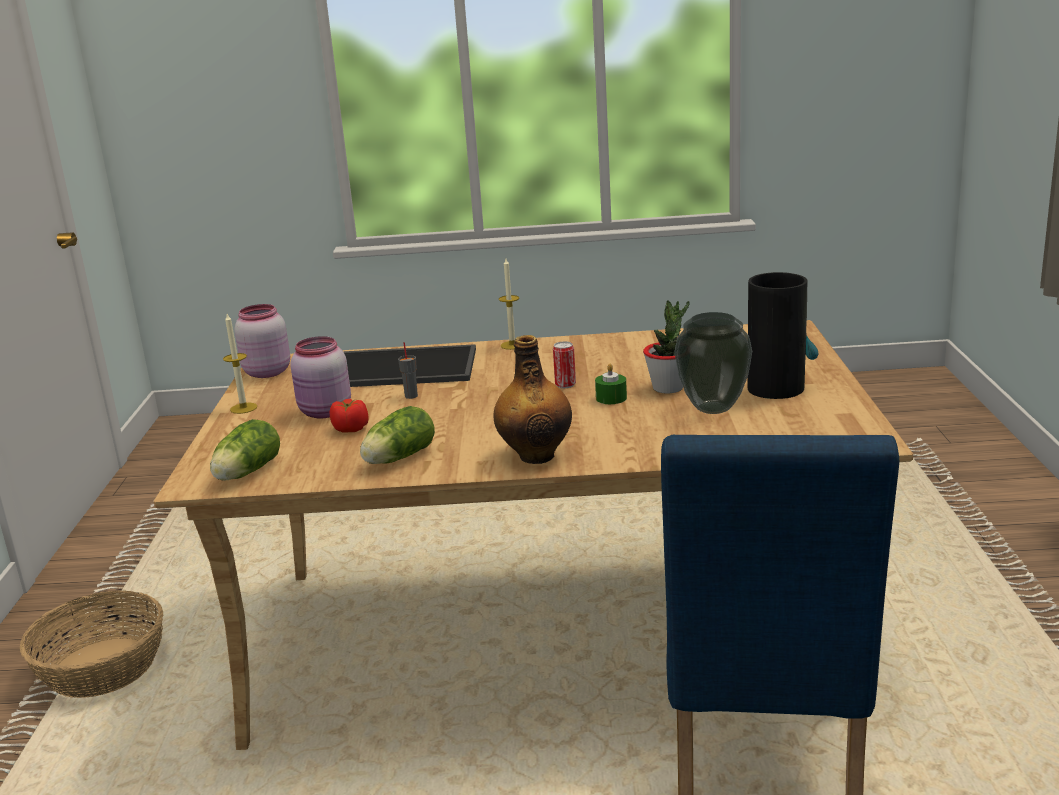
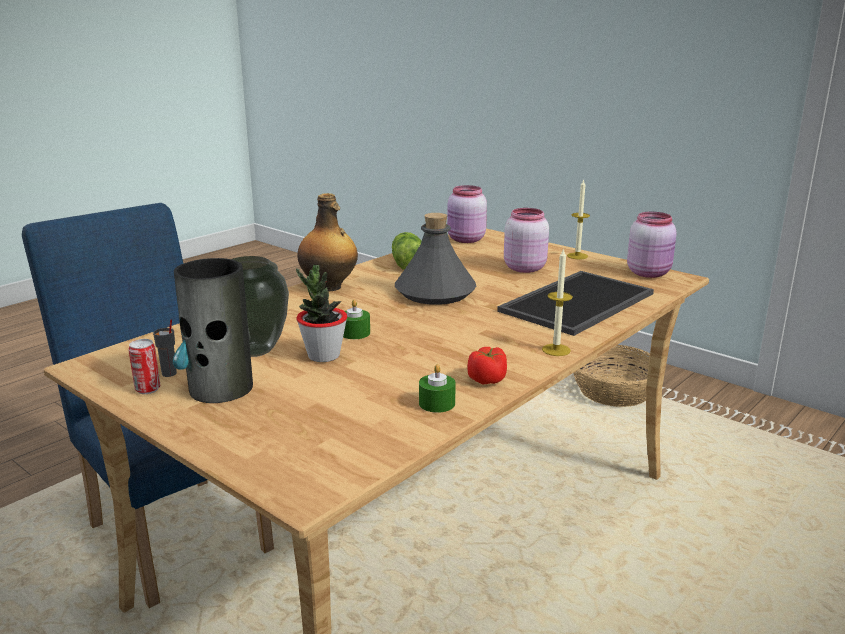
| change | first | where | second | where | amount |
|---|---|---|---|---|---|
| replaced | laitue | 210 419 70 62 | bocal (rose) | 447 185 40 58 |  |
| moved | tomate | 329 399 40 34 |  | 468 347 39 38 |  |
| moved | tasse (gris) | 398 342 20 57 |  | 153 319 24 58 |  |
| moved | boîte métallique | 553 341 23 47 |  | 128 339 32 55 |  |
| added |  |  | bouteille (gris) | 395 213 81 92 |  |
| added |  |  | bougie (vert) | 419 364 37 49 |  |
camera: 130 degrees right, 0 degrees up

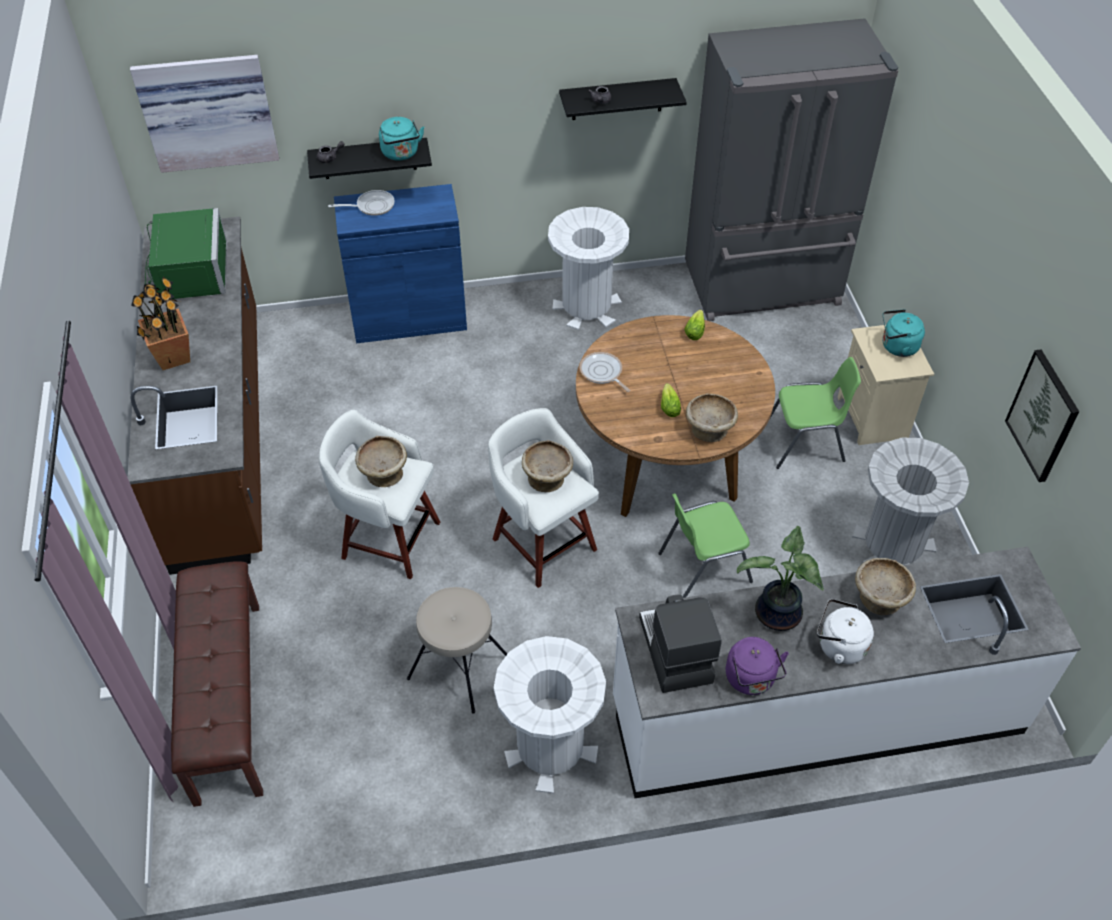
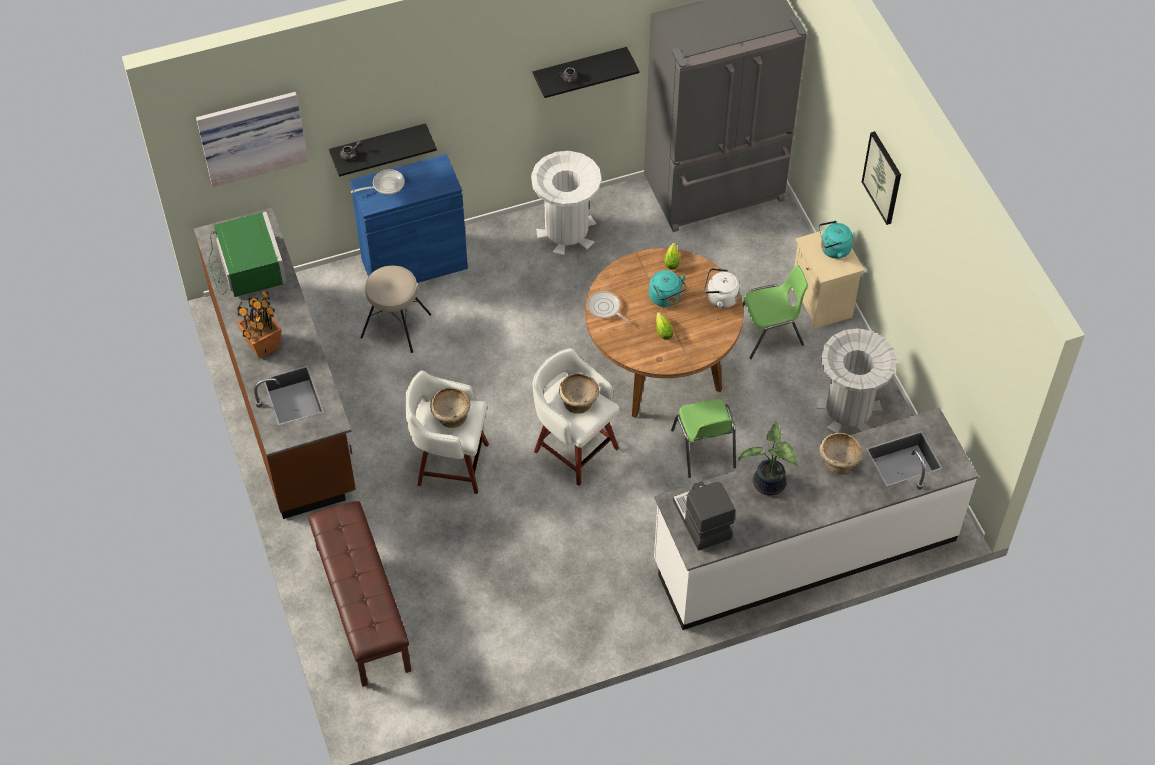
| change | first | where | second | where | amount |
|---|---|---|---|---|---|
| moved | bouilloire (turquoise) | 379 117 45 44 |  | 649 270 38 37 |  |
| moved | tabouret (beige) | 407 587 100 126 |  | 360 266 71 87 |  |
| removed | poubelle (blanc) | 494 636 112 158 |  |  |  |
| turned | chaise (vert) | 658 494 95 104 |  | 671 399 65 79 | 75 degrees counterclockwise |
| removed | bol (beige) | 686 393 52 49 |  |  |  |
| removed | bouilloire (violet) | 726 637 63 58 |  |  |  |
| moved | bouilloire (blanc) | 817 599 57 65 |  | 704 268 36 40 |  |
| moved | tableau | 1005 350 74 132 |  | 862 131 39 94 |  |
camera: 10 degrees left, 5 degrees up

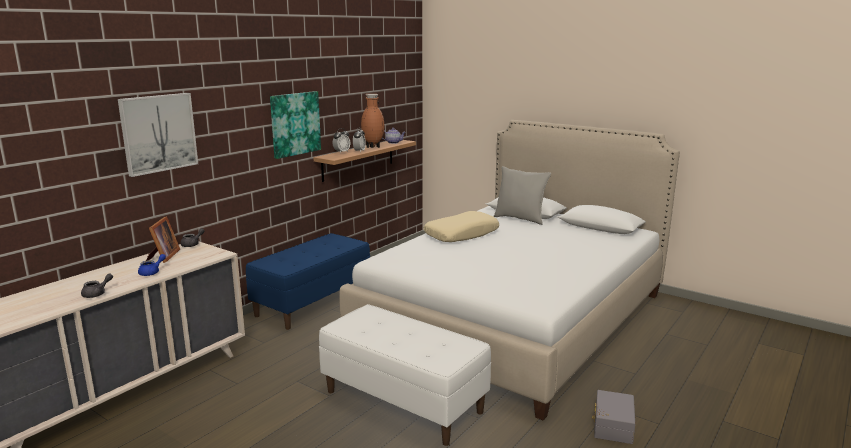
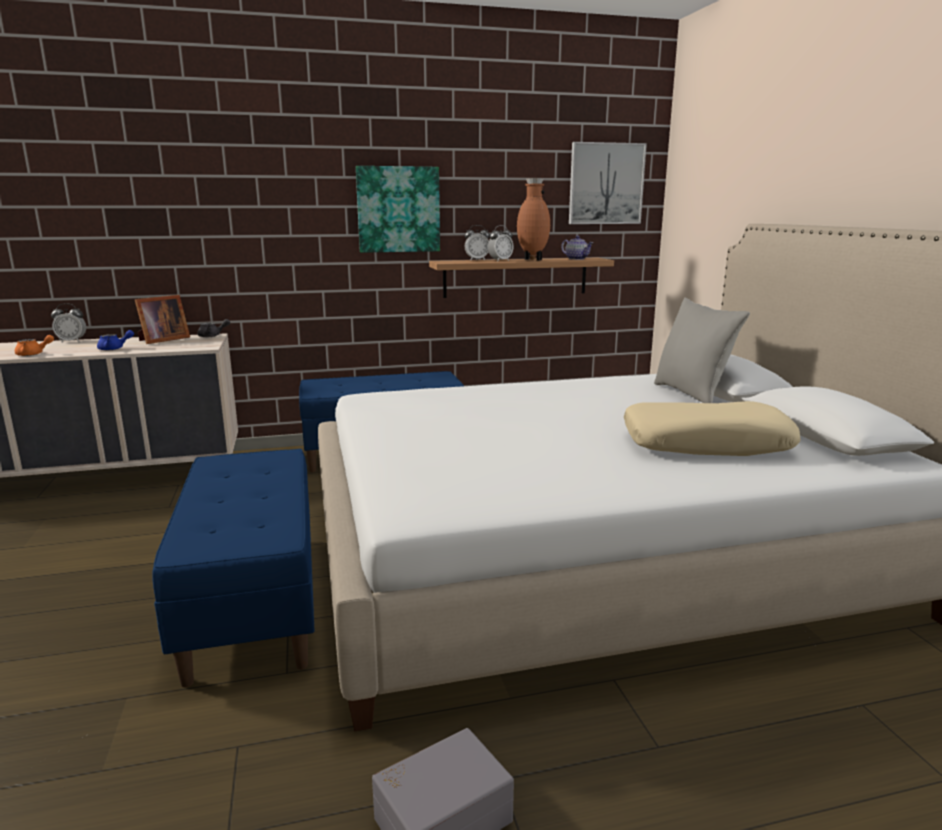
| change | first | where | second | where | amount |
|---|---|---|---|---|---|
| recoloured | théière (gris) | 81 273 32 25 | théière (orange) | 15 335 39 21 |  |
| moved | tableau | 118 93 80 84 |  | 569 142 78 82 |  |
| recoloured | banc (blanc) | 319 304 172 142 | banc (bleu) | 152 449 163 238 |  |
| moved | coussin (beige) | 424 211 75 31 |  | 624 401 177 55 |  |
| added |  |  | réveil | 51 303 35 40 |  |
camera: 40 degrees right, 0 degrees up

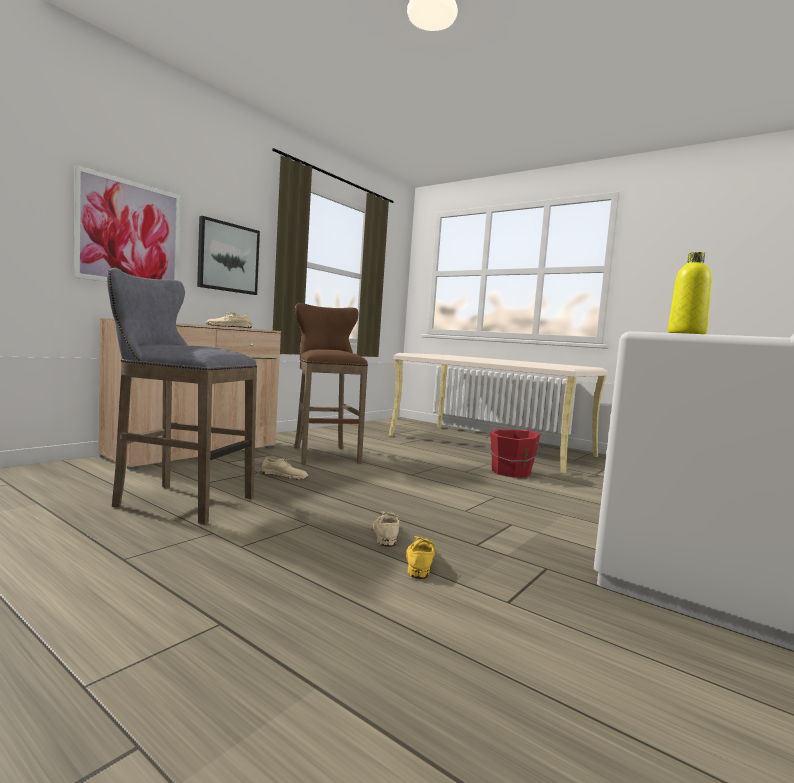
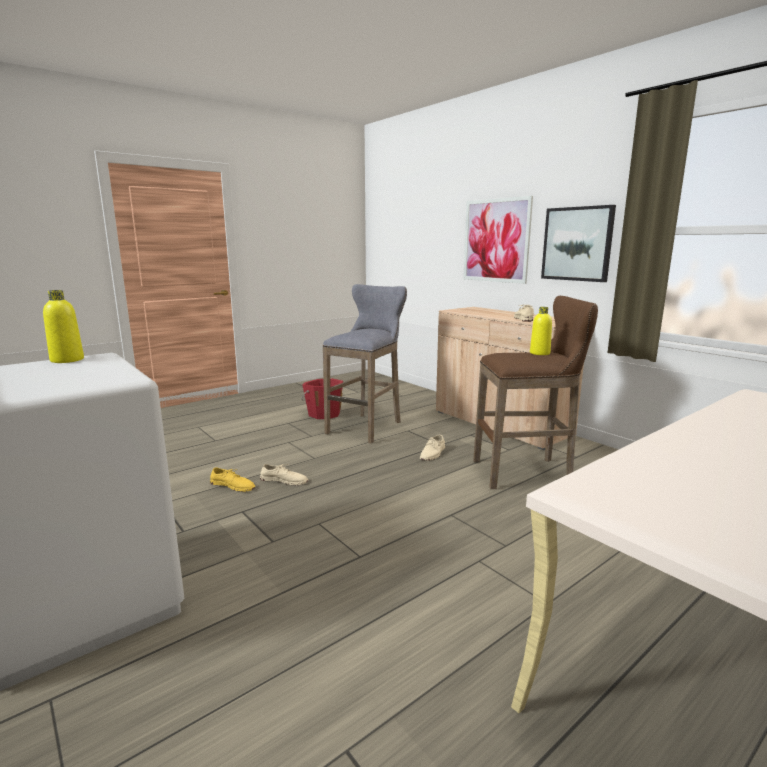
| change | first | where | second | where | amount |
|---|---|---|---|---|---|
| moved | seau (rouge) | 485 429 58 49 |  | 302 378 41 41 |  |
| added |  |  | bouteille (jaune) | 530 307 22 48 |  |
camera: 105 degrees right, 10 degrees up

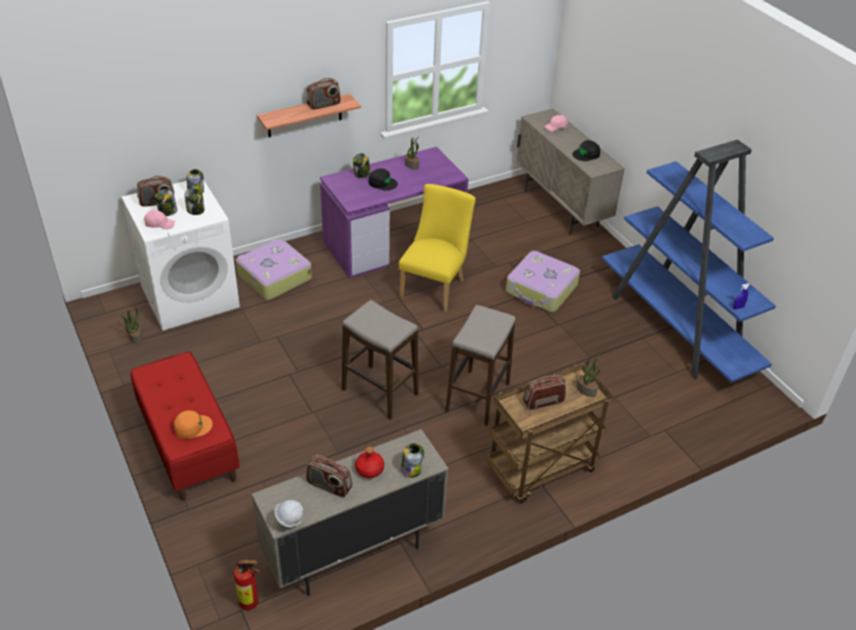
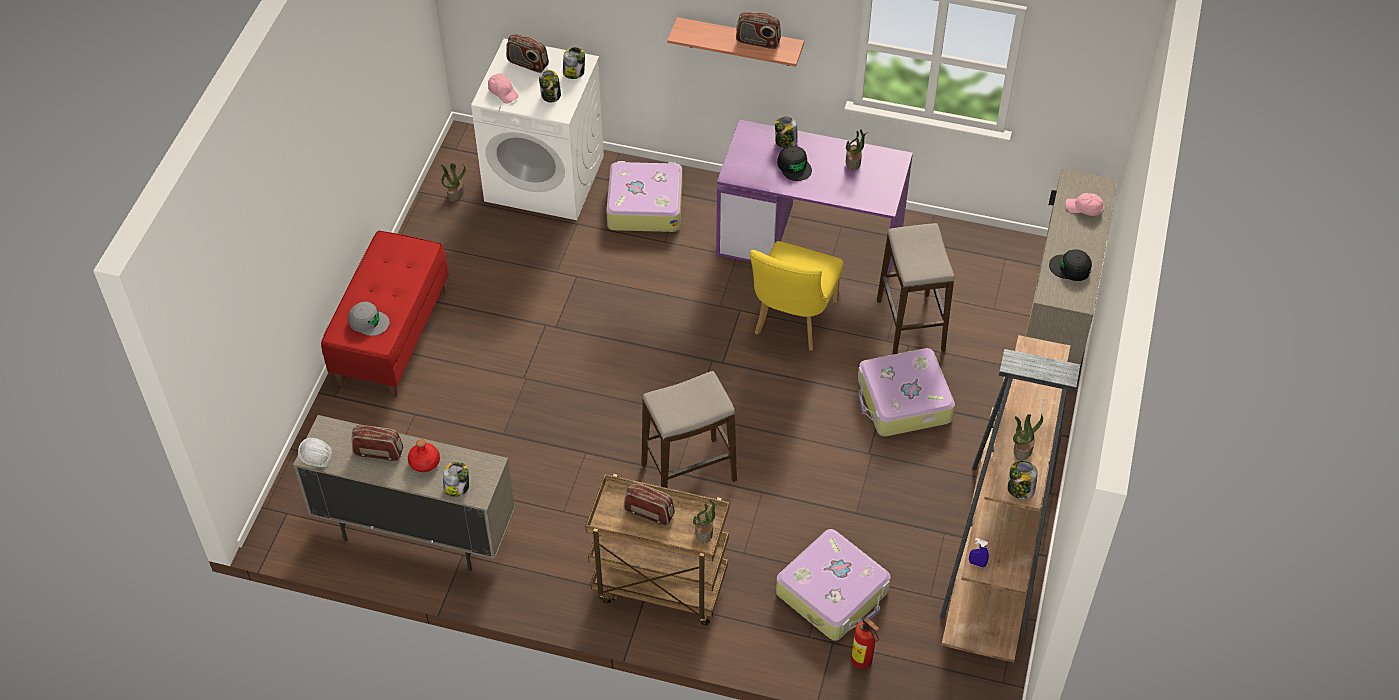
| change | first | where | second | where | amount |
|---|---|---|---|---|---|
| moved | bocal | 155 189 22 27 |  | 1007 461 31 38 |  |
| recoloured | casquette (orange) | 174 411 39 28 | casquette (gris) | 348 302 42 34 |  |
| moved | extincteur | 234 557 27 53 |  | 851 617 29 52 |  |
| turned | radio | 306 455 46 42 |  | 351 425 52 36 | 120 degrees clockwise |
| moved | tabouret | 342 300 77 120 |  | 877 223 78 132 |  |
| turned | chaise (jaune) | 399 184 77 128 |  | 750 241 94 110 | 135 degrees clockwise |
| recoloured | bibliothèque (bleu) | 602 139 174 244 | bibliothèque (marron) | 940 335 140 327 |  |
| added |  |  | valise | 776 529 115 112 |  |
| added |  |  | plante en pot | 1013 414 30 47 |  |
camera: 45 degrees right, 10 degrees up

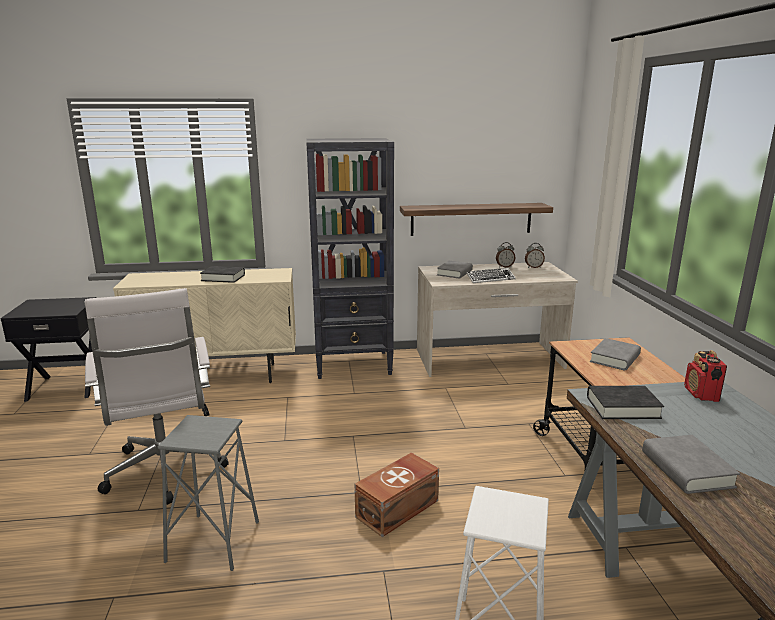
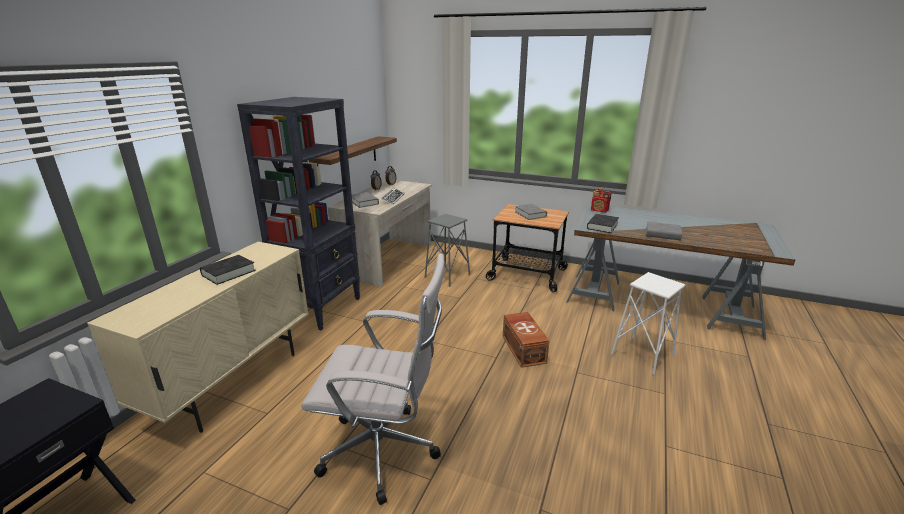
| change | first | where | second | where | amount |
|---|---|---|---|---|---|
| moved | tabouret (gris) | 158 415 101 156 |  | 425 214 45 73 |  |
camera: 60 degrees left, 5 degrees up

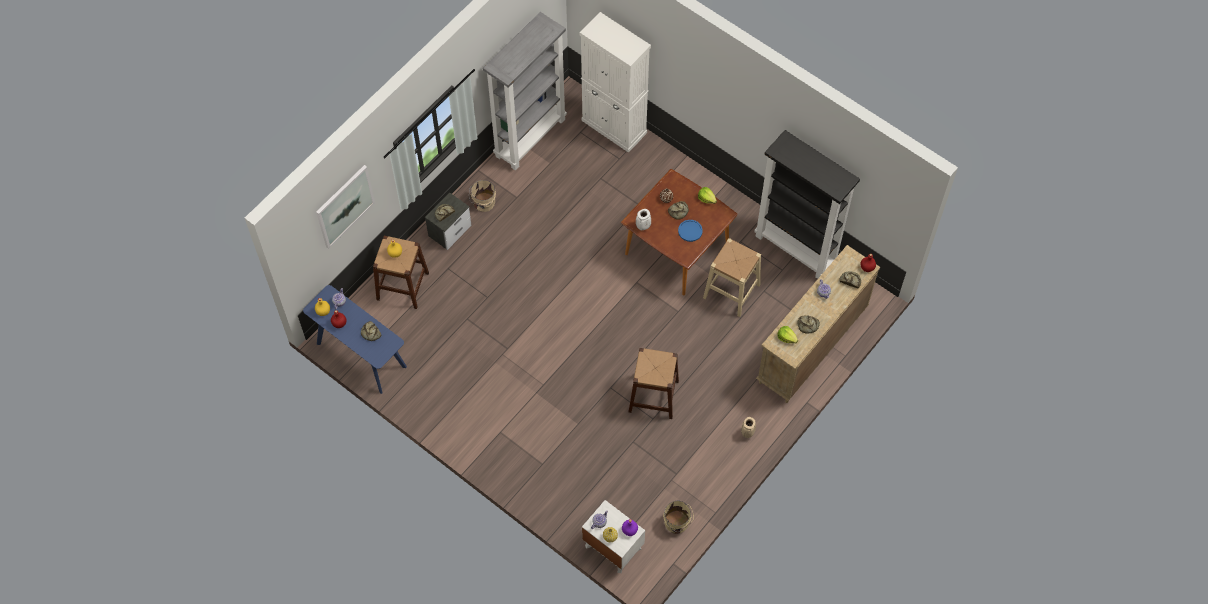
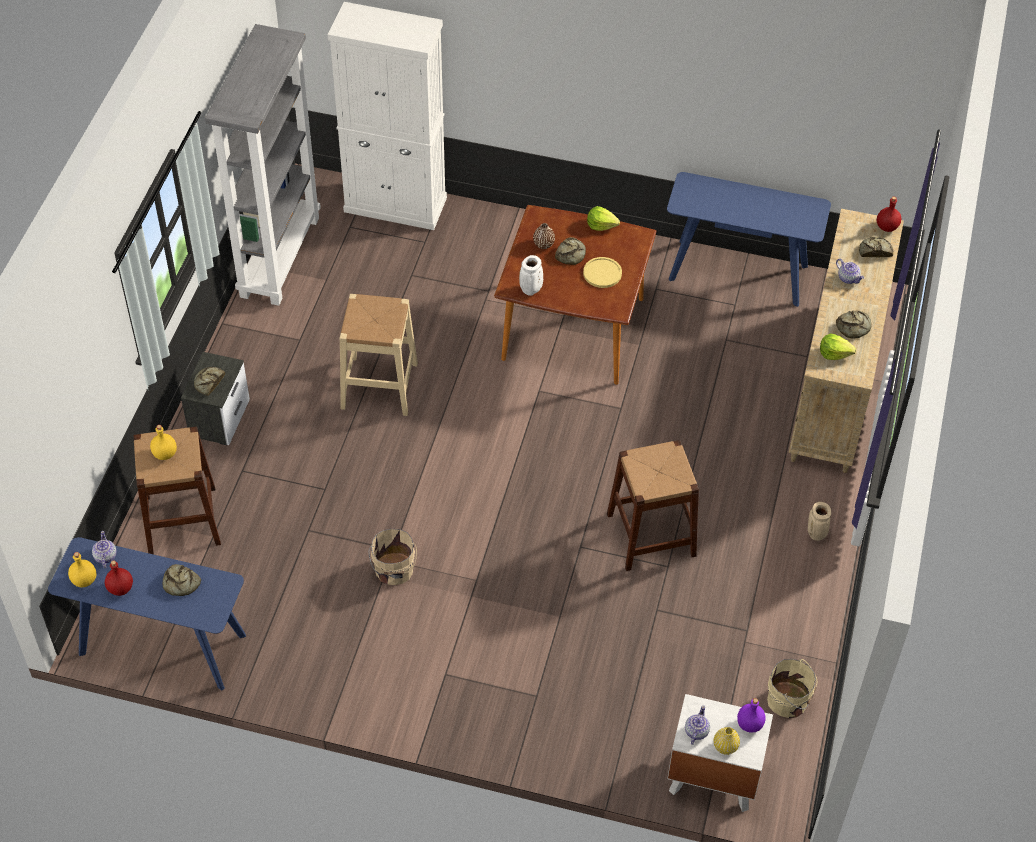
| change | first | where | second | where | amount |
|---|---|---|---|---|---|
| removed | tableau | 316 165 59 84 |  |  |  |
| moved | seau (beige) | 469 180 27 32 |  | 368 529 49 56 |  |
| recoloured | assiette (bleu) | 678 220 25 22 | assiette (jaune) | 583 257 39 31 |  |
| moved | tabouret (beige) | 703 238 58 79 |  | 339 294 79 122 |  |
| replaced | bibliothèque (noir) | 754 130 106 149 | table console (bleu) | 667 172 164 135 |  |
camera: 25 degrees left, 10 degrees down

